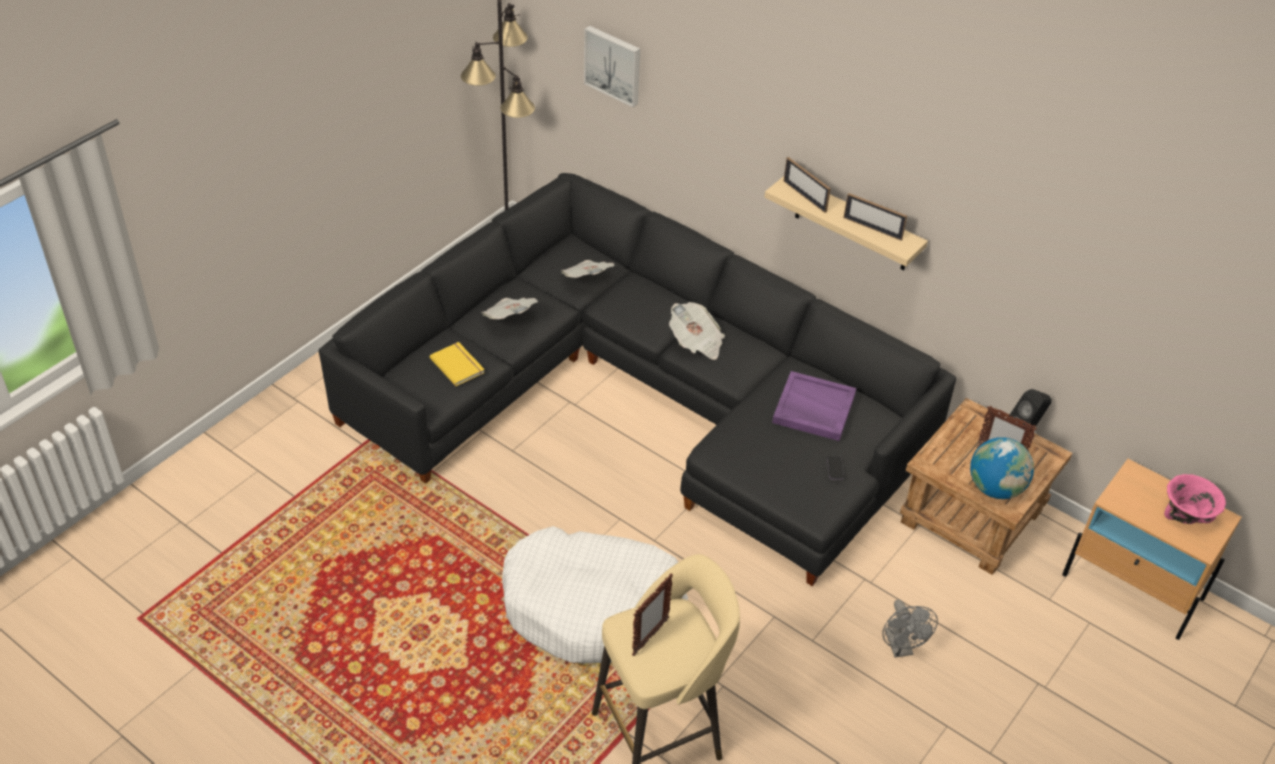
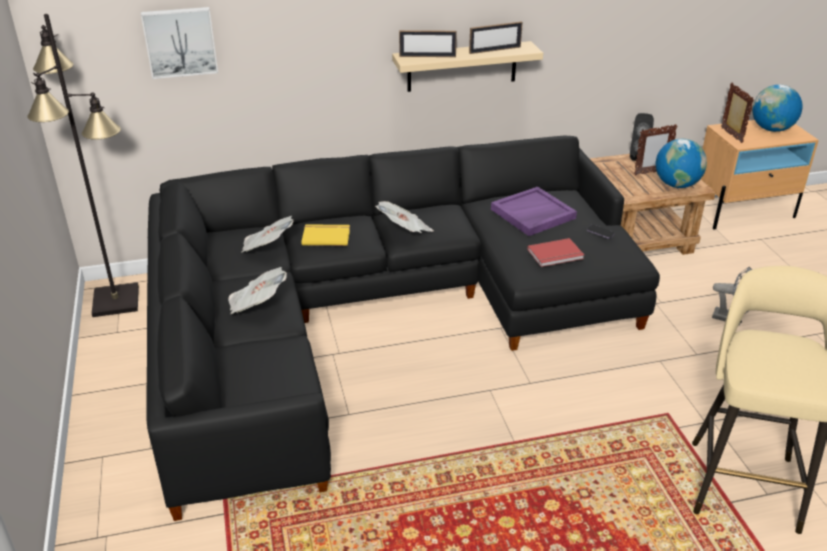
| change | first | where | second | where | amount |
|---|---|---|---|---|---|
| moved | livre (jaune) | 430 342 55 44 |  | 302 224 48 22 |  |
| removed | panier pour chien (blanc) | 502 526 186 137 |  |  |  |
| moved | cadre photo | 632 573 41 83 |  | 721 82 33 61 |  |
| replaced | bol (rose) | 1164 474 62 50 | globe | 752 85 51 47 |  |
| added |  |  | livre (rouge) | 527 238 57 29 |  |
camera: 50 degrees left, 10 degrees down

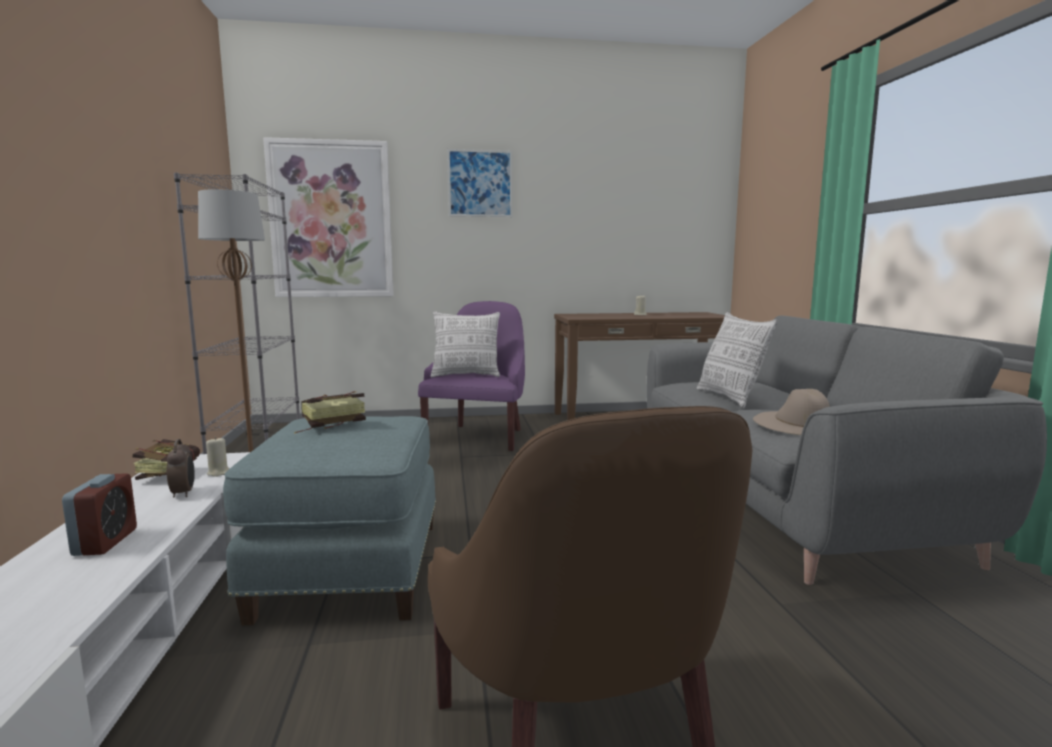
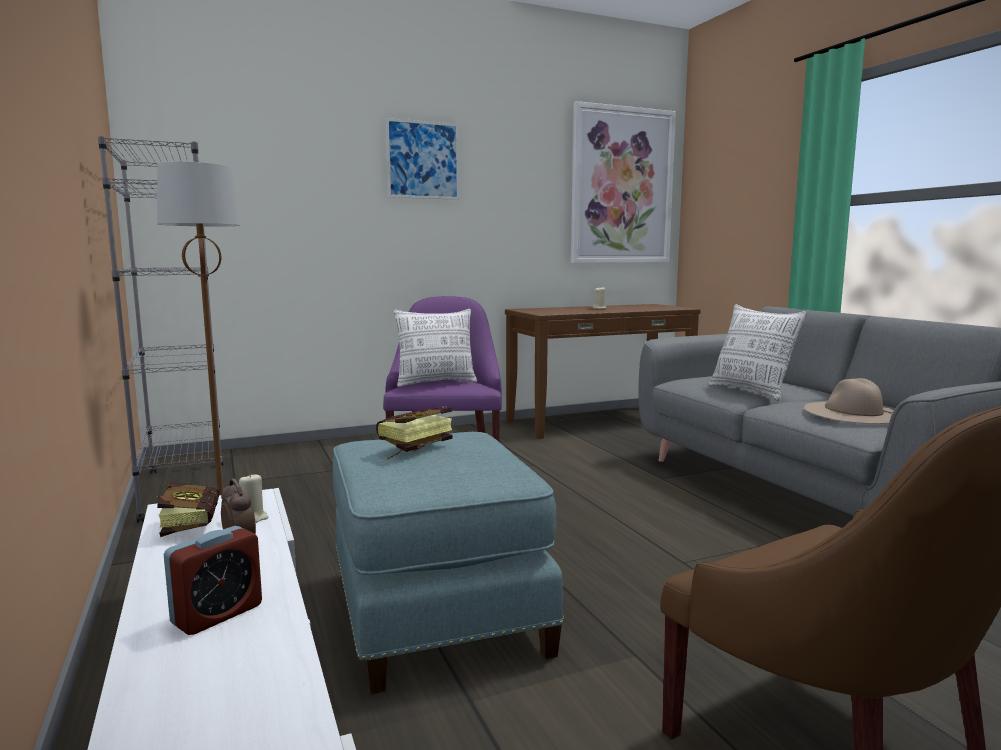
| change | first | where | second | where | amount |
|---|---|---|---|---|---|
| turned | réveil | 62 474 75 82 |  | 164 526 98 109 | 60 degrees clockwise |
| moved | tableau | 263 137 131 160 |  | 571 101 105 162 |  |
camera: 15 degrees left, 0 degrees up

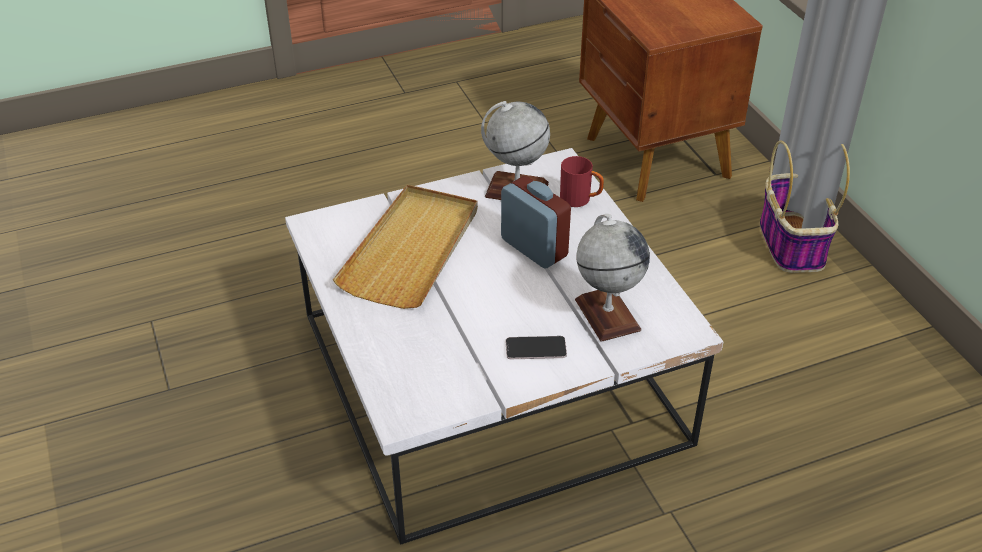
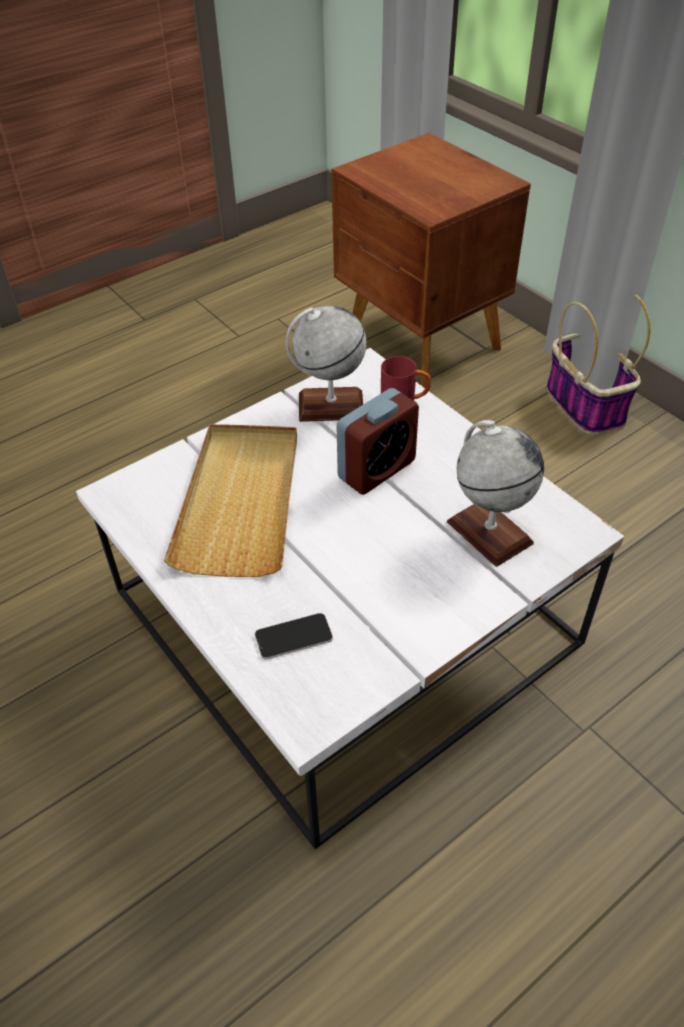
| change | first | where | second | where | amount |
|---|---|---|---|---|---|
| turned | réveil | 501 176 70 92 |  | 336 388 83 107 | 105 degrees clockwise |
| moved | téléphone | 506 336 61 23 |  | 255 613 78 46 |  |
camera: 15 degrees left, 5 degrees up

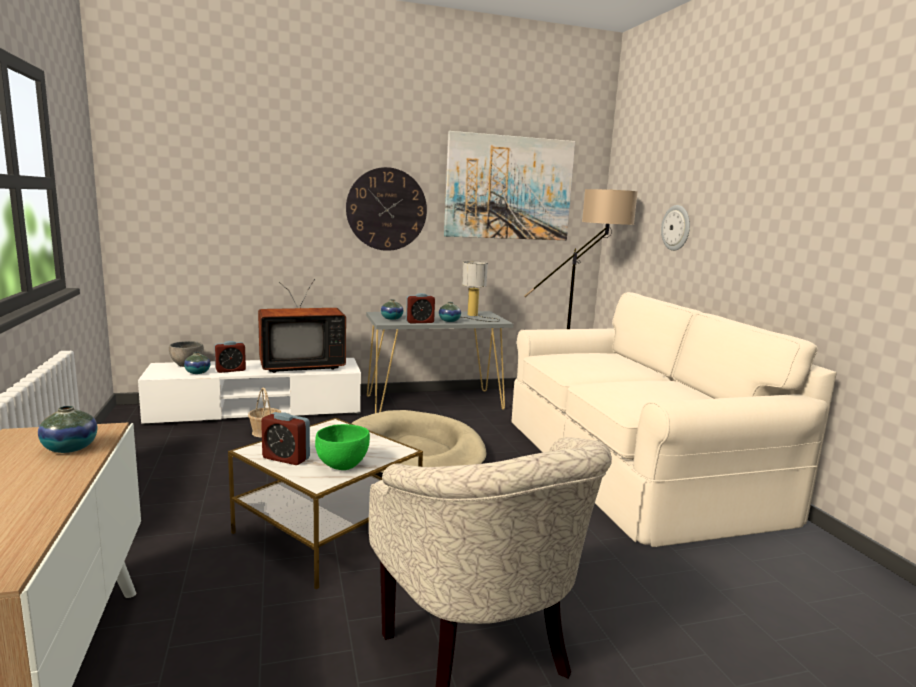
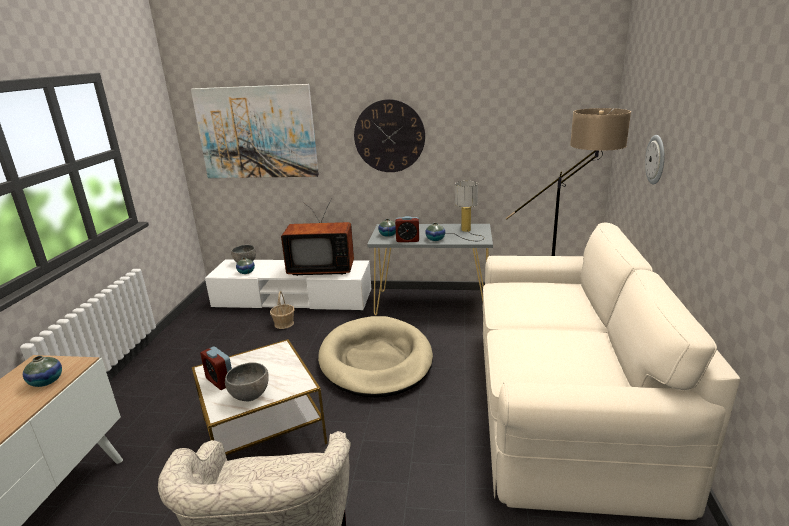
| change | first | where | second | where | amount |
|---|---|---|---|---|---|
| removed | réveil | 214 341 32 32 |  |  |  |
| recoloured | bol (vert) | 315 424 55 46 | bol (gris) | 225 362 44 39 |  |
| moved | tableau | 444 131 131 109 |  | 191 84 128 94 |  |
camera: 25 degrees right, 10 degrees up

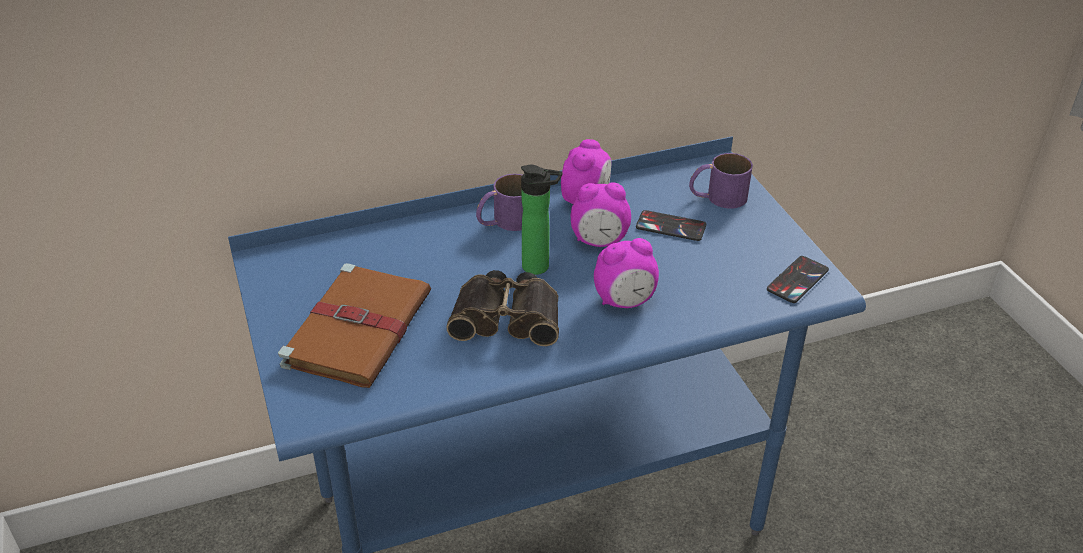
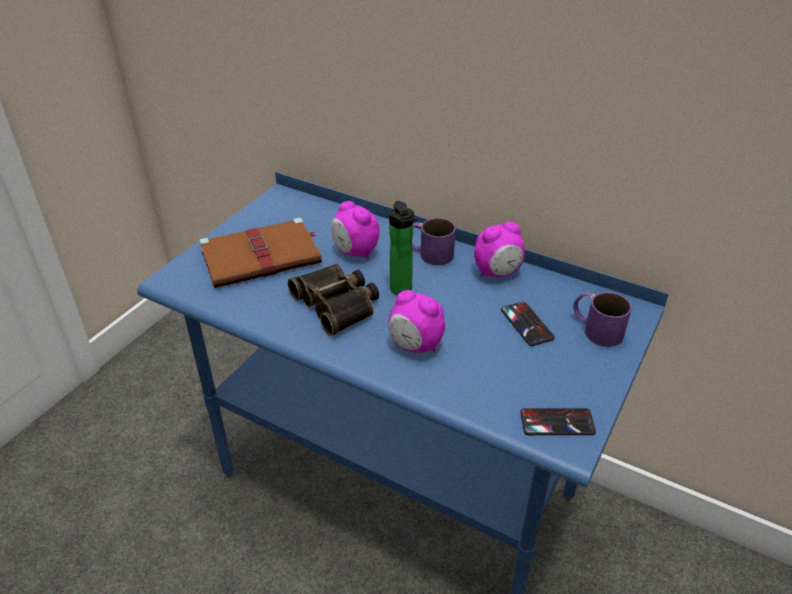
| change | first | where | second | where | amount |
|---|---|---|---|---|---|
| moved | réveil | 571 182 60 65 |  | 332 201 47 58 |  |
camera: 50 degrees right, 0 degrees up

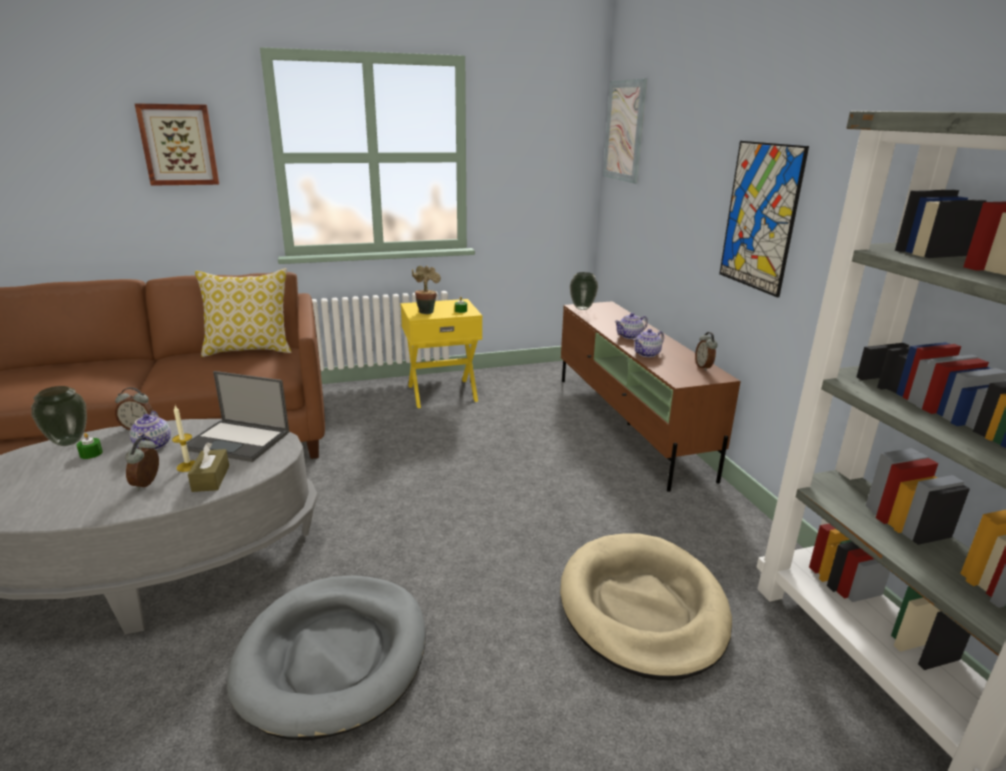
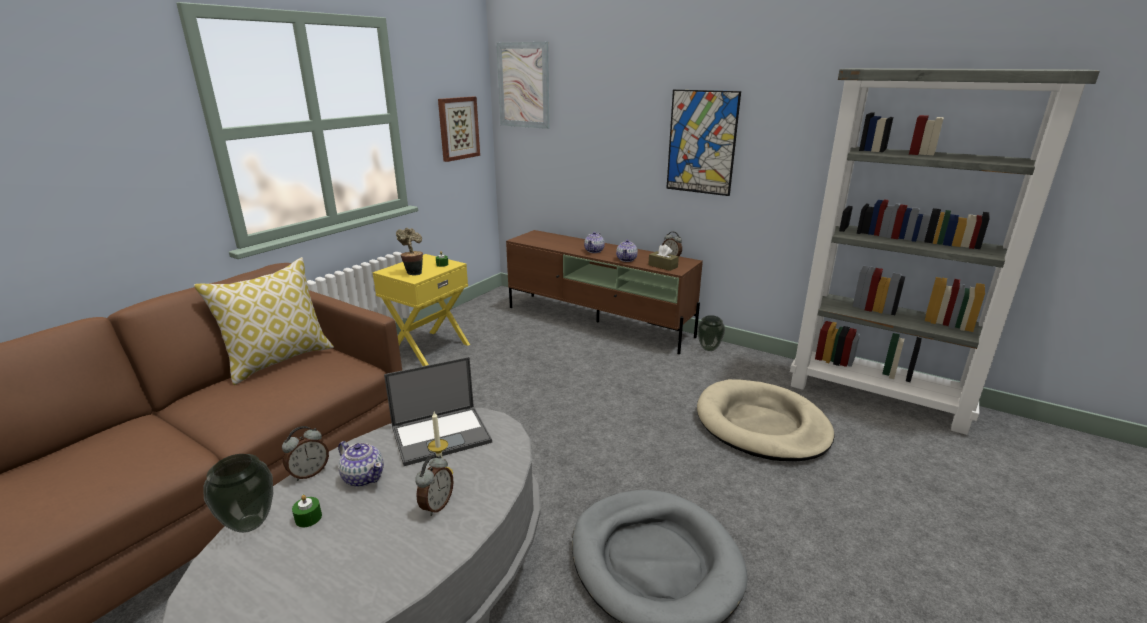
| change | first | where | second | where | amount |
|---|---|---|---|---|---|
| turned | réveil | 125 437 34 54 |  | 415 455 38 61 | 120 degrees counterclockwise |
| moved | tableau | 134 103 85 83 |  | 438 97 42 65 |  |
| moved | boîte à mouchoirs (marron) | 188 443 41 49 |  | 648 244 31 27 |  |
| moved | vase | 570 272 28 38 |  | 697 315 28 36 |  |
camera: 40 degrees left, 0 degrees up

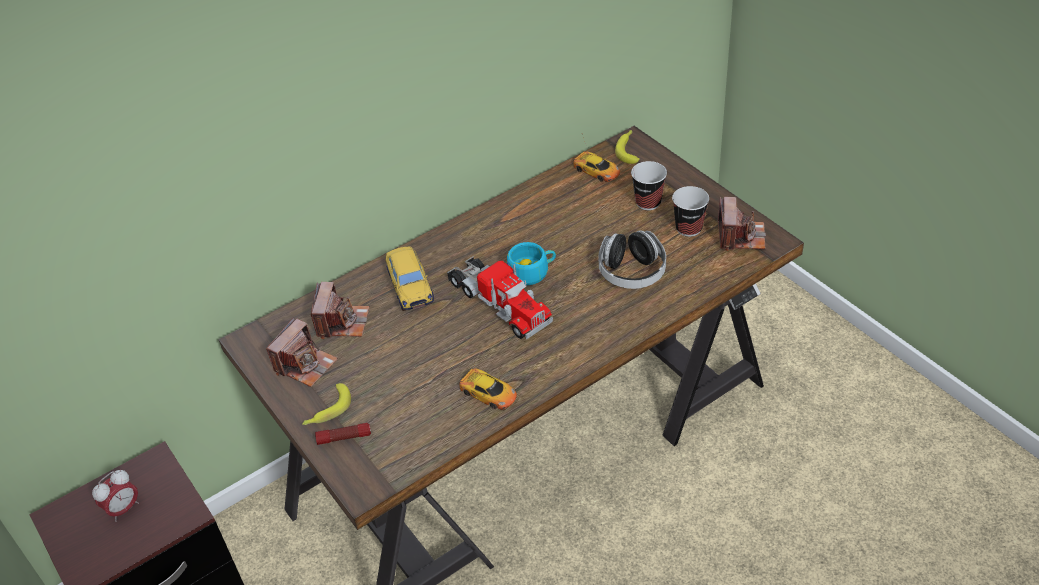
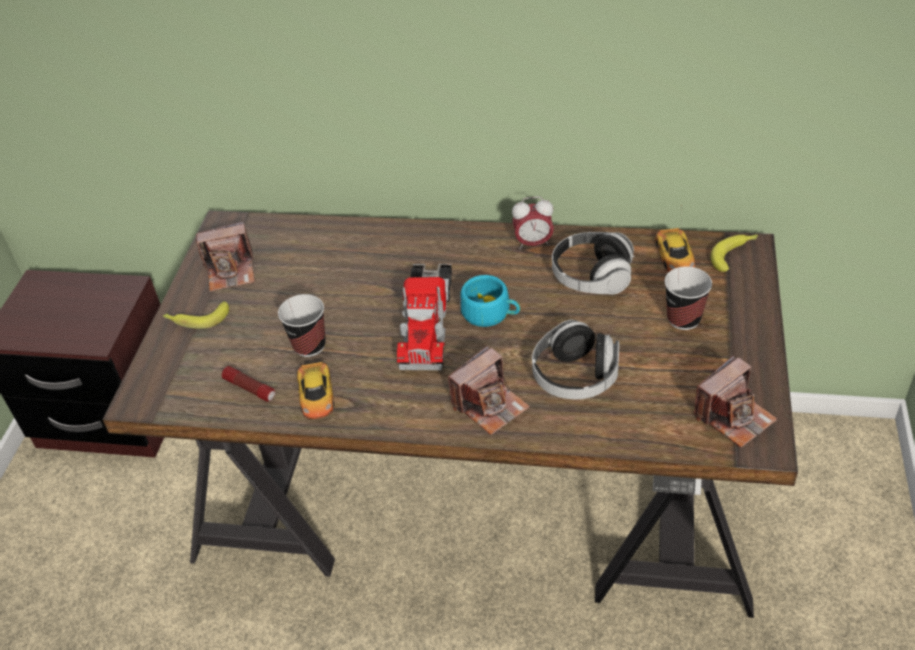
| change | first | where | second | where | amount |
|---|---|---|---|---|---|
| moved | réveil | 92 470 47 52 |  | 512 197 42 53 |  |
| moved | appareil photo | 311 282 59 57 |  | 448 346 82 89 |  |
| moved | lampe de poche | 315 423 56 22 |  | 222 366 53 36 |  |
| removed | petite voiture | 385 247 49 64 |  |  |  |
| moved | tasse | 672 186 37 51 |  | 278 294 48 63 |  |
| added |  |  | casque audio | 552 232 83 63 |  |
camera: 45 degrees right, 0 degrees up

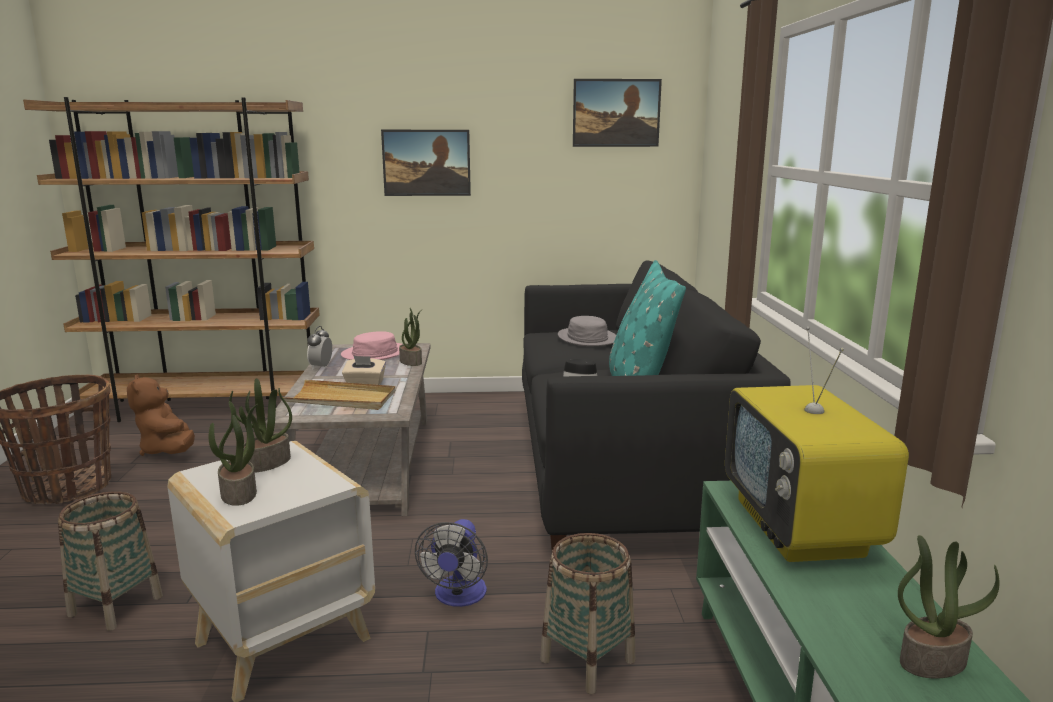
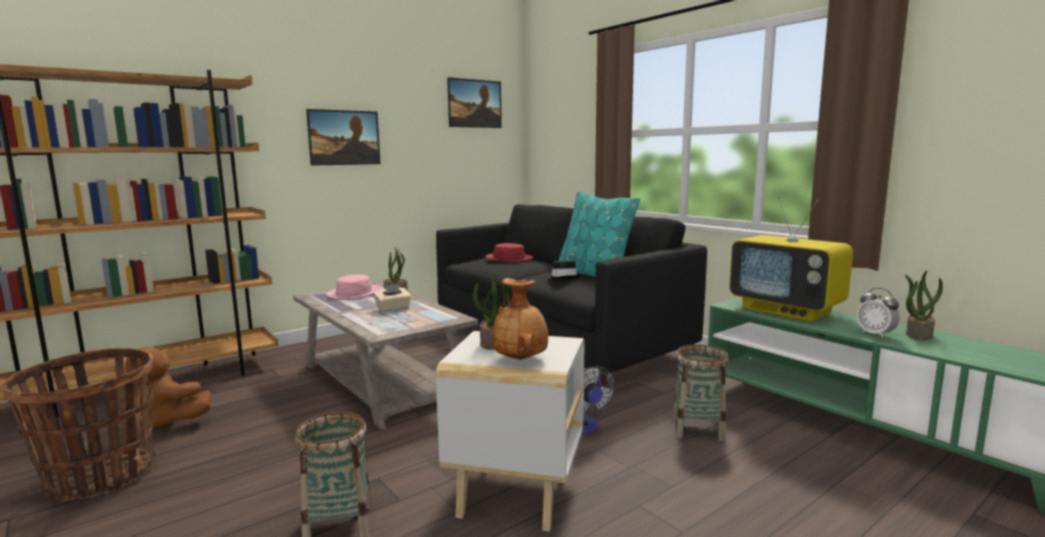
| change | first | where | second | where | amount |
|---|---|---|---|---|---|
| replaced | plante en pot | 209 401 49 105 | vase (marron) | 492 278 56 82 |  |
| removed | plateau (beige) | 283 380 112 30 |  |  |  |
| moved | réveil | 307 326 25 44 |  | 857 288 43 50 |  |
| recoloured | chapeau (gris) | 558 316 58 30 | chapeau (rouge) | 485 243 48 19 |  |
camera: 35 degrees left, 5 degrees down

